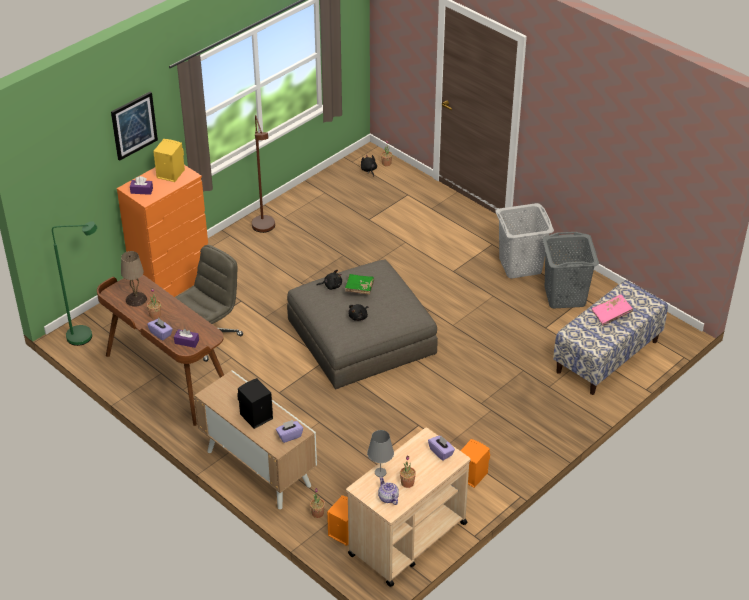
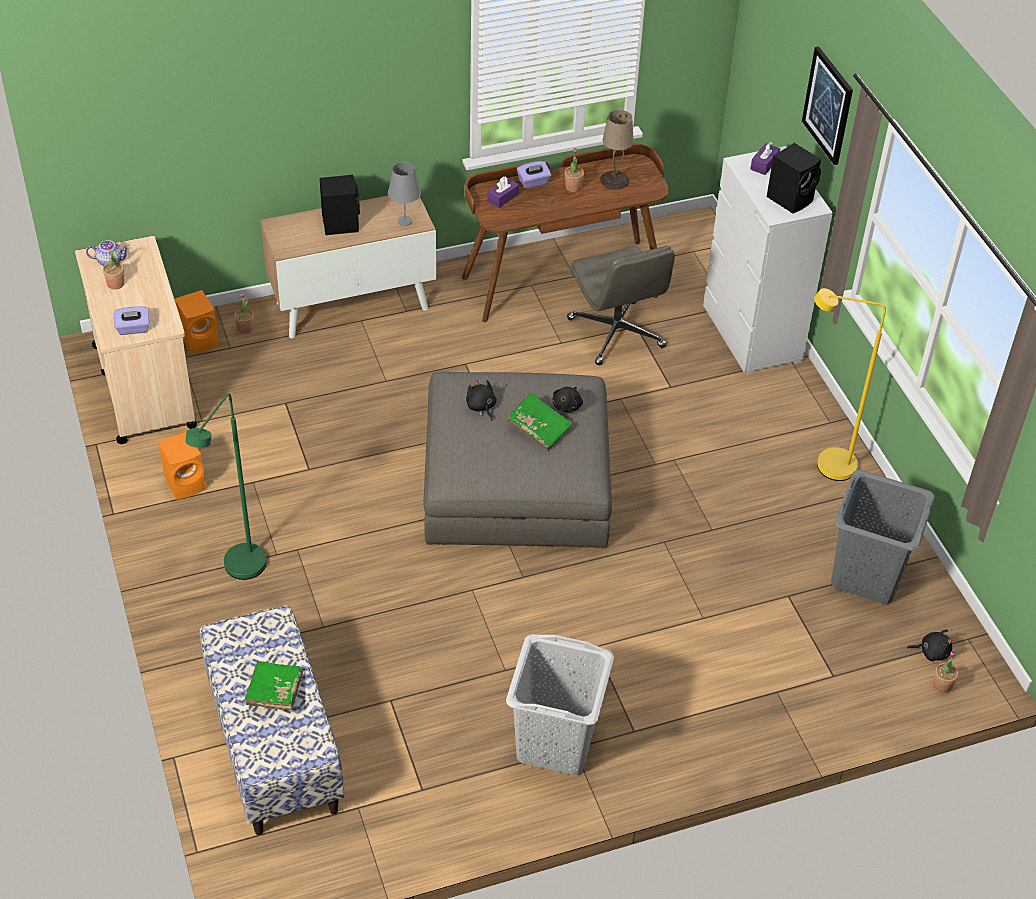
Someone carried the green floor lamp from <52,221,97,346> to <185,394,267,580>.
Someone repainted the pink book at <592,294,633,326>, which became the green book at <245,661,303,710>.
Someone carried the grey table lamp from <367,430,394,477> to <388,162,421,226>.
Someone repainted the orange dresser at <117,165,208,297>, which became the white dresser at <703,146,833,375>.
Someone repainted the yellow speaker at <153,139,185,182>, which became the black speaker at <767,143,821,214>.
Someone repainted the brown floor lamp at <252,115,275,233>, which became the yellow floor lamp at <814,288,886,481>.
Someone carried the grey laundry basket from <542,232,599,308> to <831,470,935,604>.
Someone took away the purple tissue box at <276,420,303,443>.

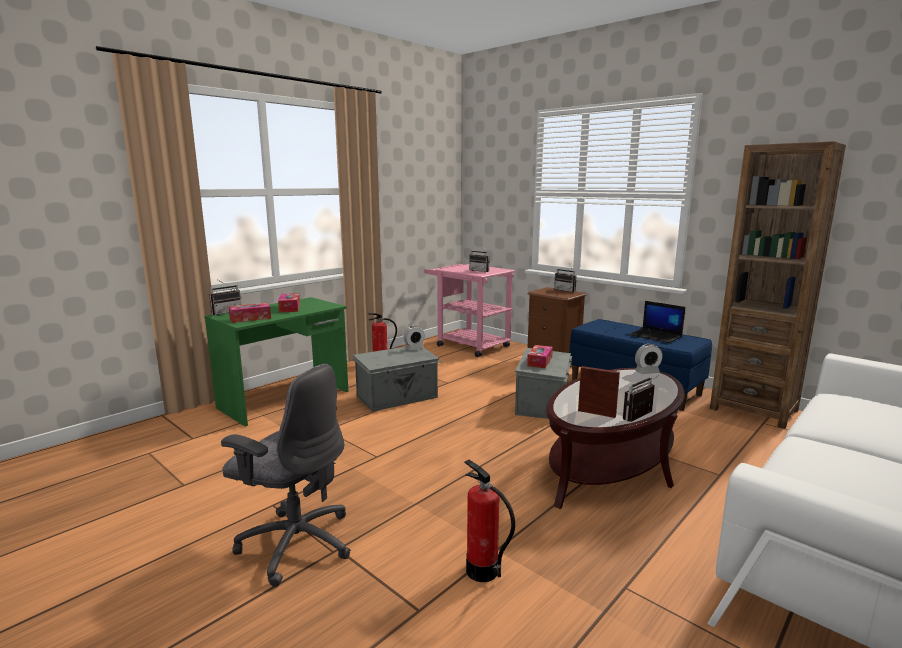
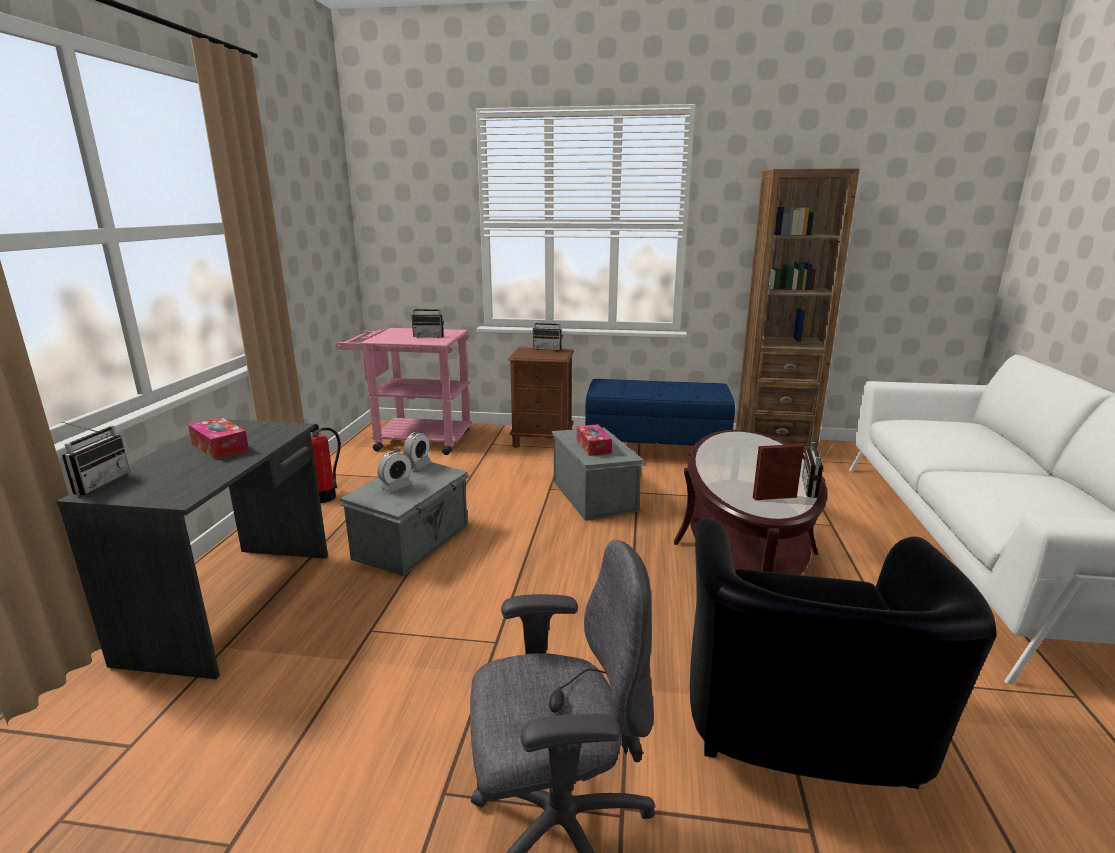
Someone repainted the green desk at <204,297,349,427>, which became the grey desk at <56,419,328,679>.
Someone carried the alarm clock from <635,344,662,374> to <377,451,412,492>.
Someone swapped the fire extinguisher at <464,459,515,582> for the black armchair at <690,518,997,789>.
Someone took away the tissue box at <229,303,271,323>.
Someone took away the laptop at <629,301,685,343>.

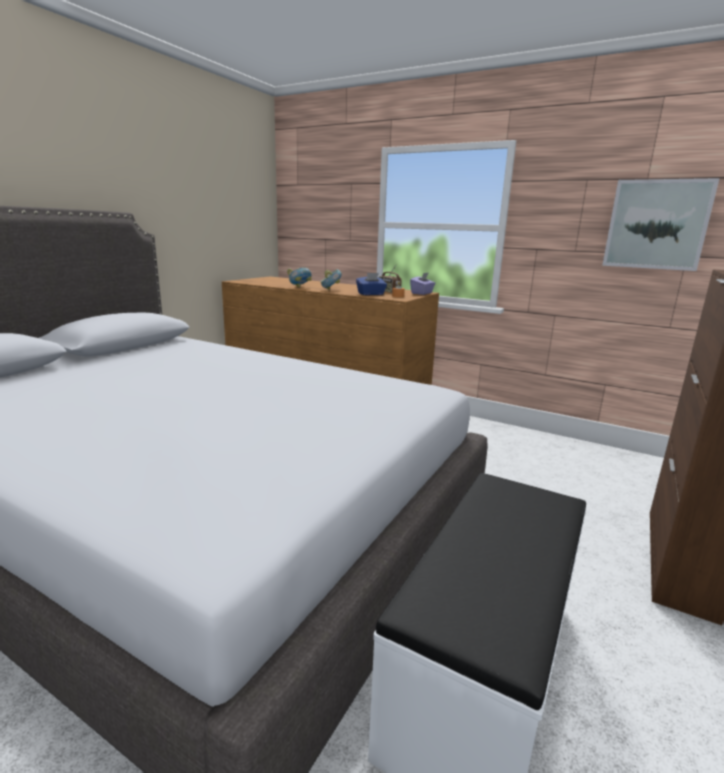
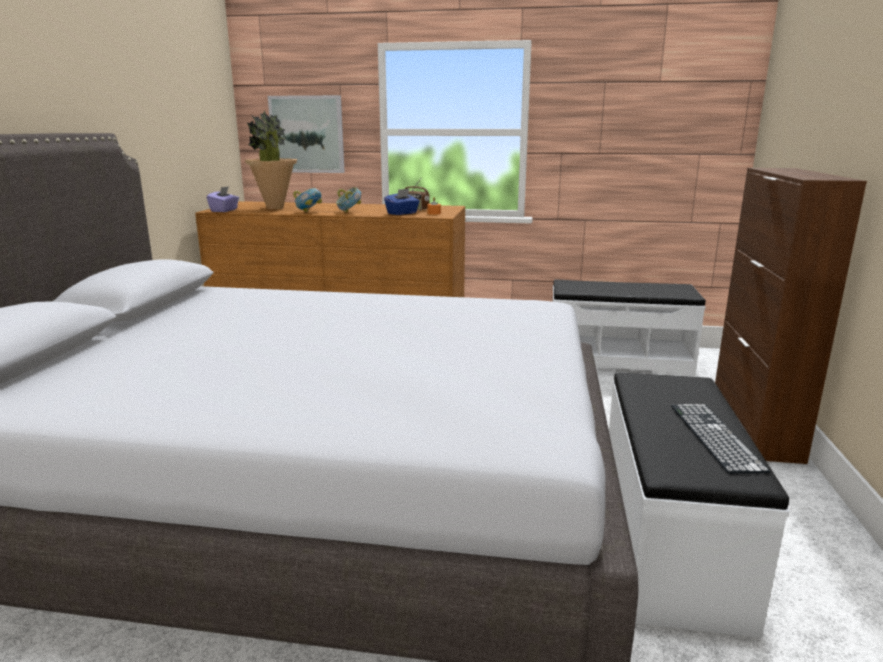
Someone carried the purple tissue box from <410,273,435,295> to <207,186,239,212>.
Someone put down the potted plant at <245,110,297,209>.
Someone carried the picture from <602,178,720,271> to <268,95,345,173>.
Someone put down the white bench at <553,279,706,377>.
Someone put down the keyboard at <671,404,771,473>.

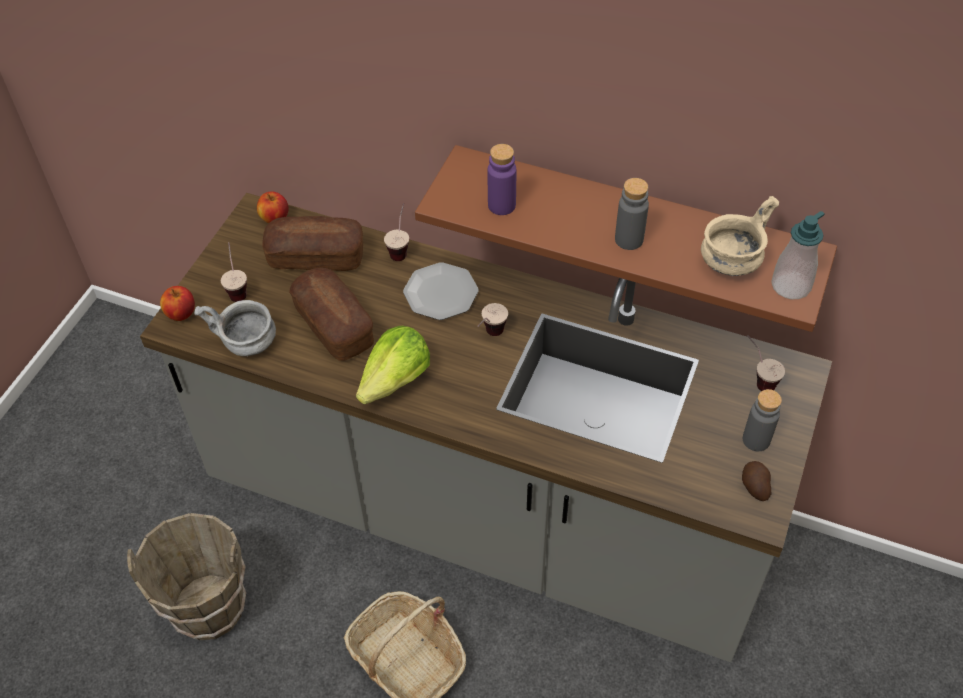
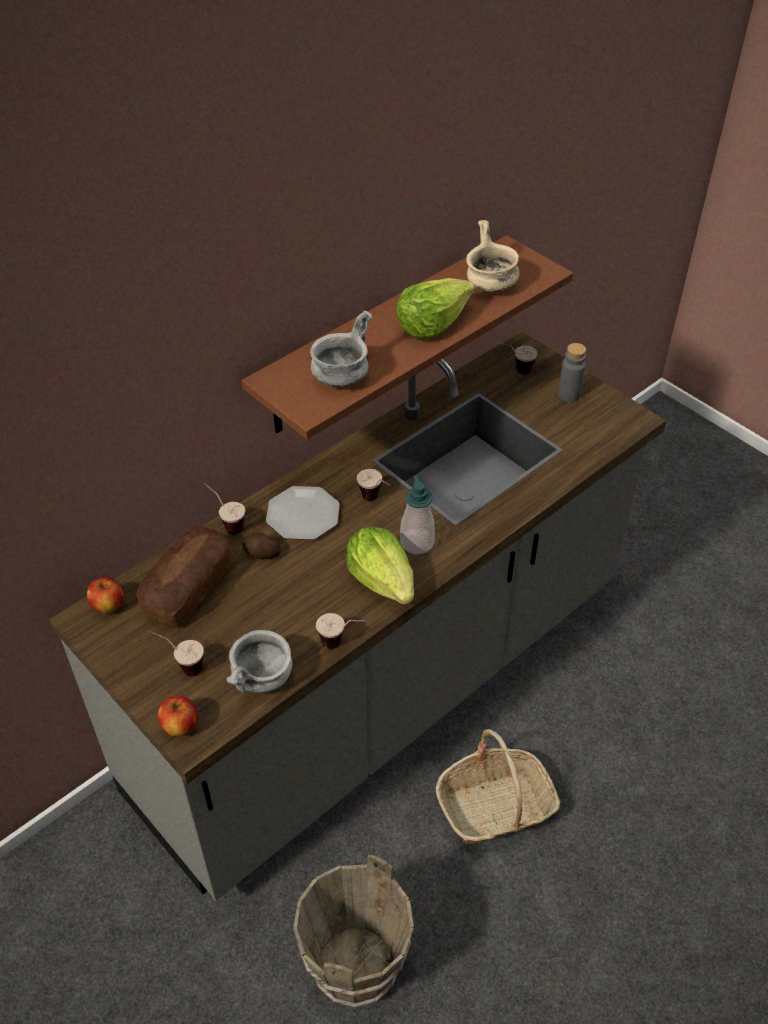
Someone carried the potato from <742,461,771,501> to <242,532,281,559>.
Someone swapped the purple bottle at <488,144,516,215> for the grey bowl at <310,311,372,387>.
Someone put down the cup at <316,613,367,649>.
Someone swapped the grey bottle at <615,178,649,250> for the lettuce at <396,278,475,339>.
Someone carried the soap dispenser from <771,211,825,300> to <400,475,435,554>.
Someone took away the bread at <289,268,374,361>.

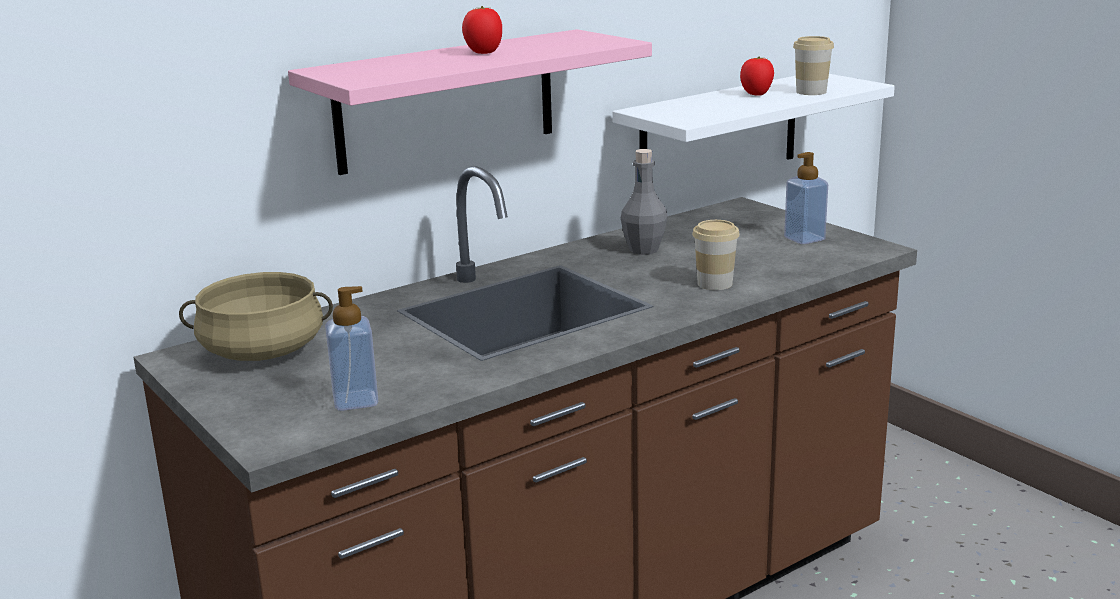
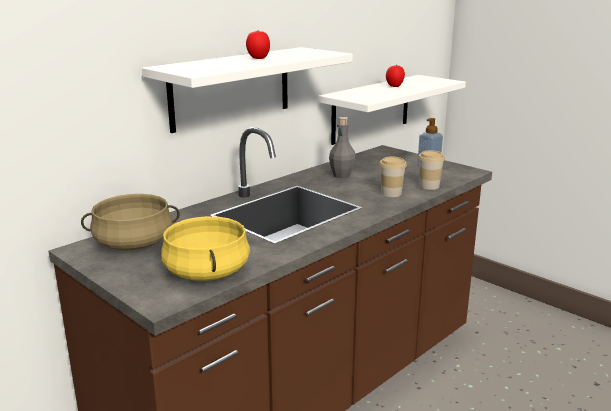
Someone repainted the pink shelf at <288,29,652,175>, which became the white shelf at <142,47,353,133>.
Someone swapped the soap dispenser at <325,286,379,411> for the yellow cooking pot at <161,216,250,281>.
Someone carried the cup from <793,36,834,95> to <418,150,445,190>.

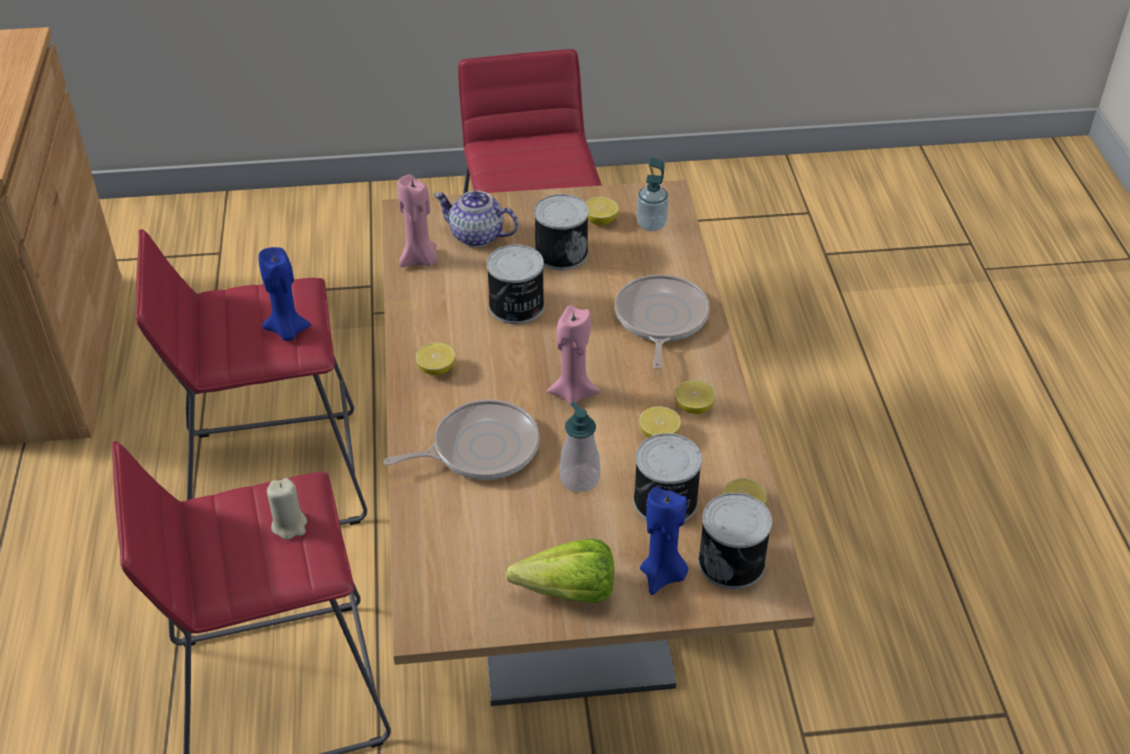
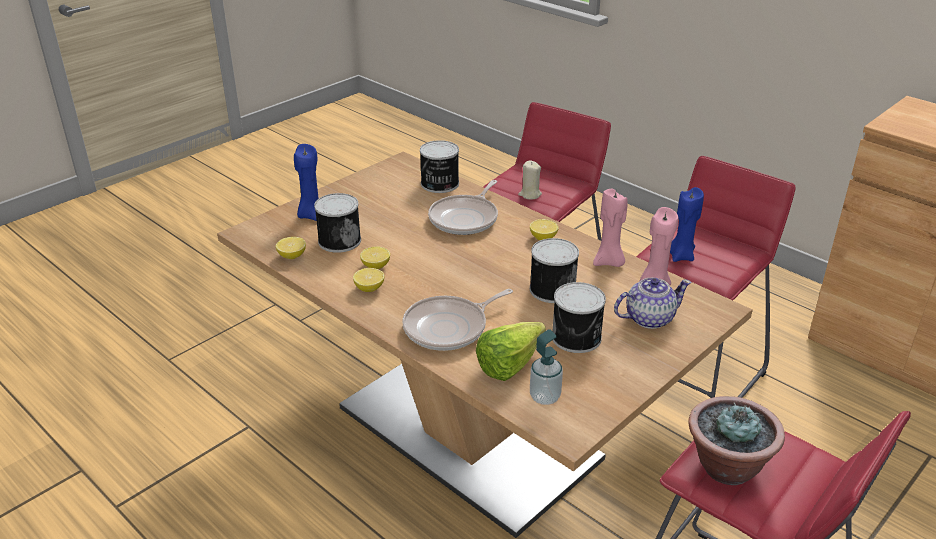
Someone rotated the frying pan at <615,275,710,369> by 90 degrees clockwise.
Someone carried the can from <698,493,772,589> to <420,140,459,193>.
Someone carried the lettuce from <506,539,614,603> to <476,322,546,381>.
Someone carried the pink candle from <547,305,600,406> to <593,188,628,267>.
Someone put down the potted plant at <688,396,785,485>.
Someone took away the soap dispenser at <560,402,600,492>.
Someone took away the lemon at <585,197,619,225>.

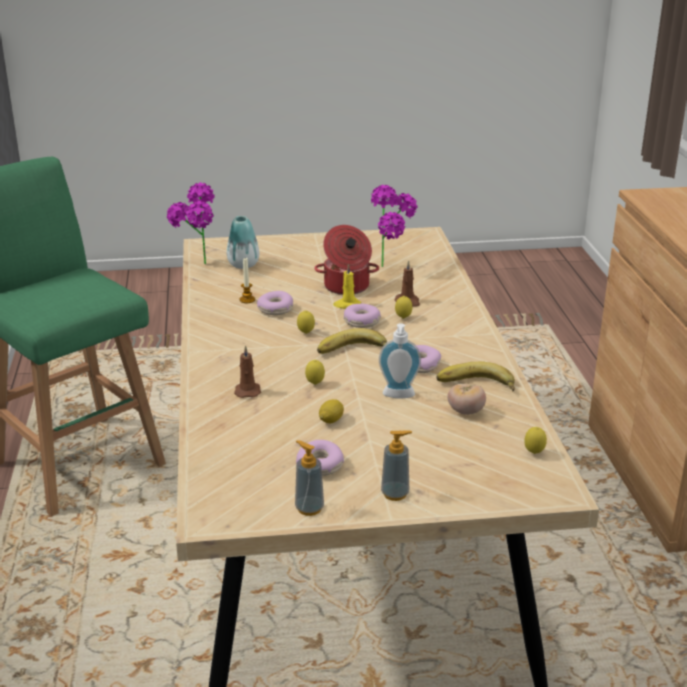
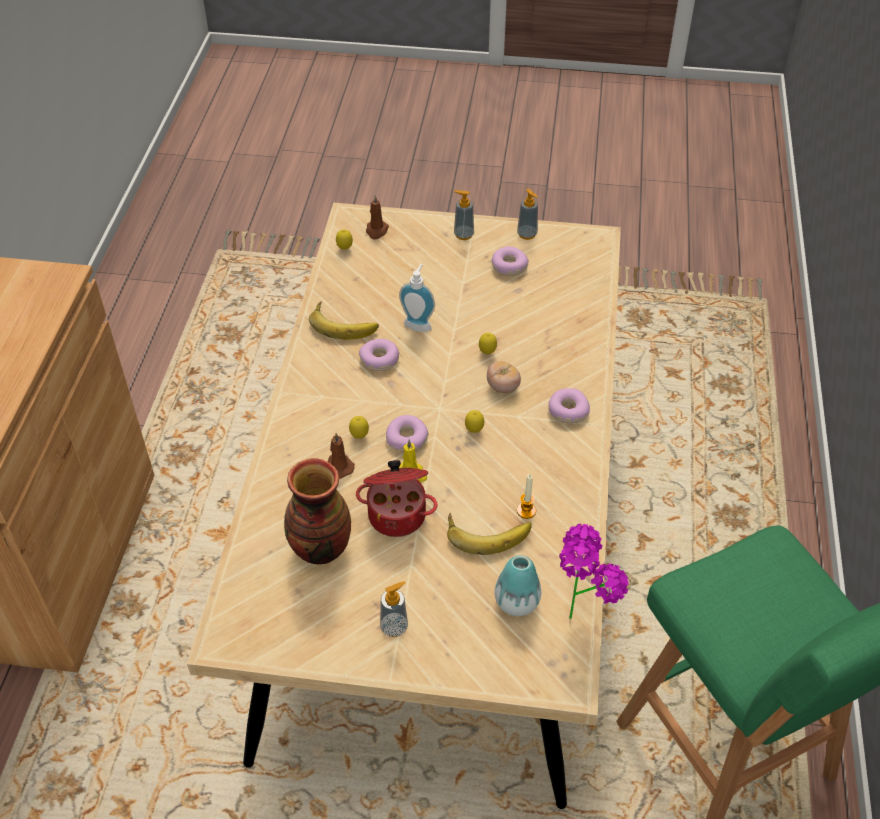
Someone swapped the potted plant at <371,185,418,267> for the vase at <284,458,351,564>.
Someone carried the brown candle from <234,345,261,398> to <366,195,389,239>.
Someone put down the soap dispenser at <380,581,408,637>.
Someone carried the banana from <317,328,387,354> to <447,513,532,555>.
Someone carried the tomato from <447,384,486,415> to <487,361,521,393>.
Someone carried the donut from <257,291,293,315> to <548,388,590,423>.
Someone took away the lemon at <319,399,344,423>.

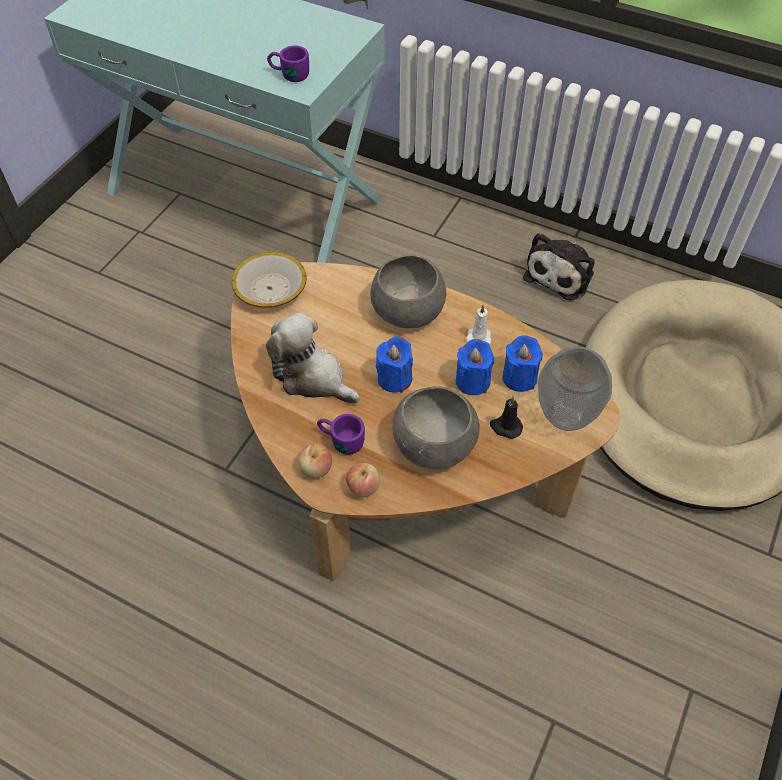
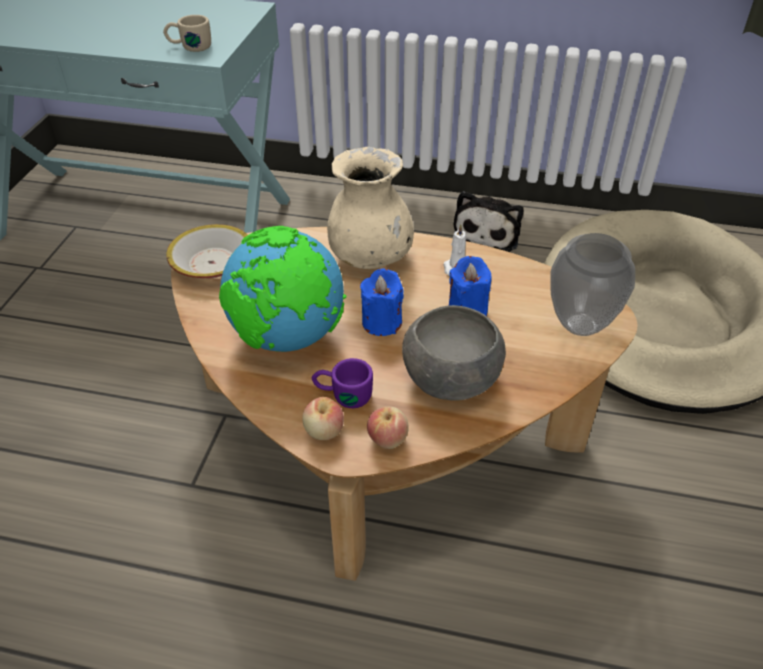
Someone repainted the purple mug at <267,46,309,82>, which became the beige mug at <163,15,211,52>.
Someone swapped the plush toy at <266,312,360,404> for the globe at <219,226,346,352>.
Someone swapped the grey bowl at <371,255,446,328> for the beige vase at <327,147,414,269>.
Someone took away the black candle at <490,396,523,439>.
Someone took away the blue candle at <502,335,543,392>.

